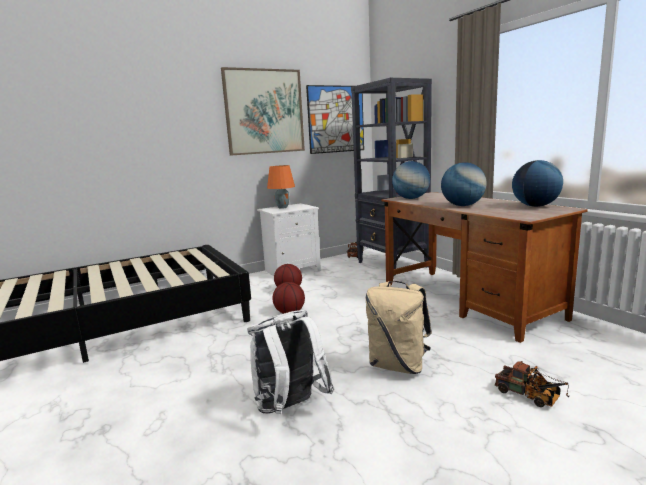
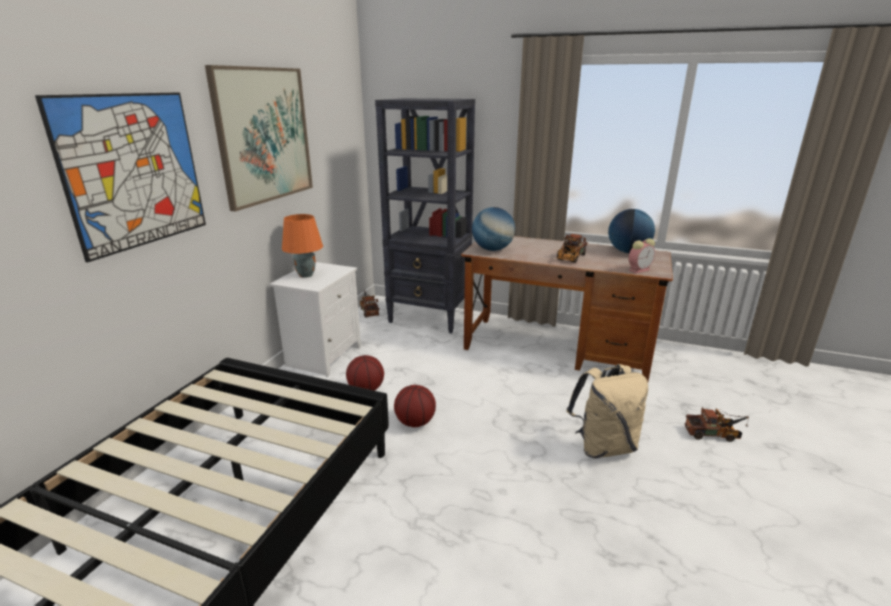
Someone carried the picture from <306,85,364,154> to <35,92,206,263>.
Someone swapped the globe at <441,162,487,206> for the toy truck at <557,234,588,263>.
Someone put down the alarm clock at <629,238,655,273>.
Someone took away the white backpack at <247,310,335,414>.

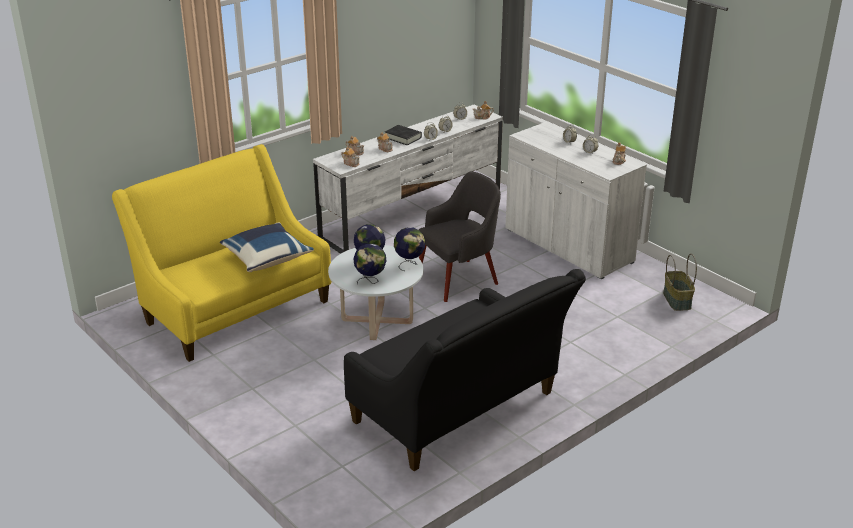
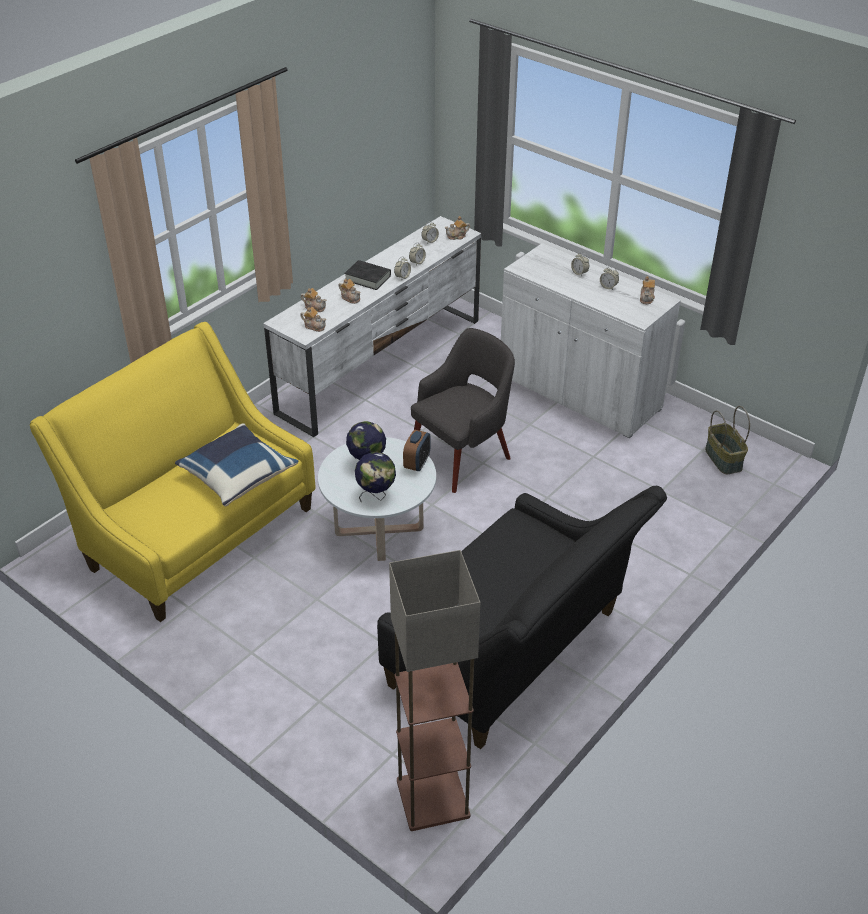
Someone put down the floor lamp at <389,550,480,831>.
Someone swapped the globe at <394,227,425,271> for the alarm clock at <403,430,430,472>.

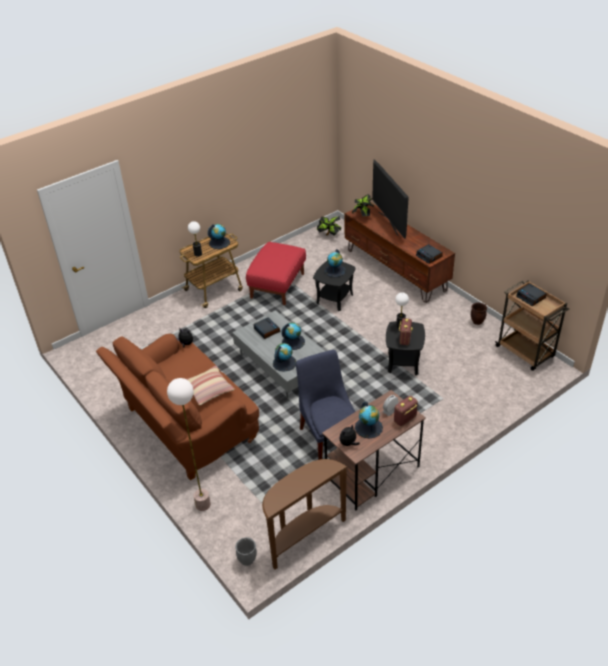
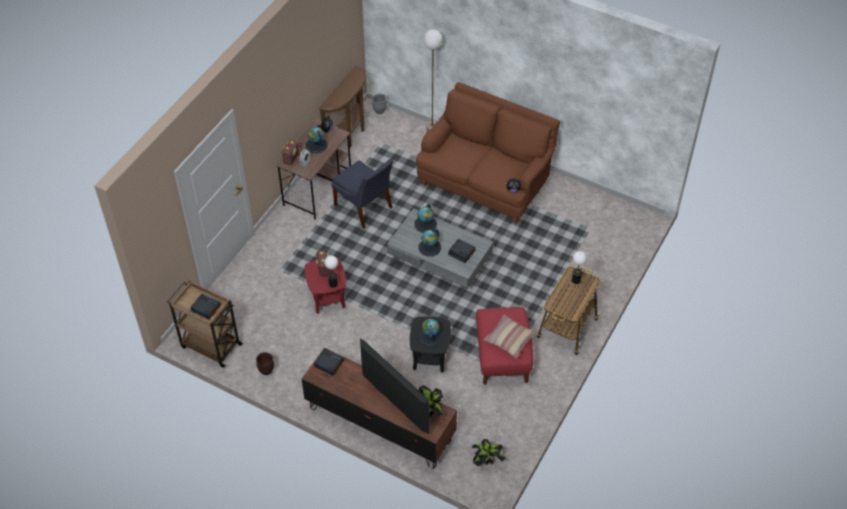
Someone repainted the black side table at <386,321,425,375>, which became the red side table at <305,257,346,314>.
Someone carried the pillow from <186,366,235,405> to <484,315,537,358>.
Someone took away the globe at <208,224,230,249>.

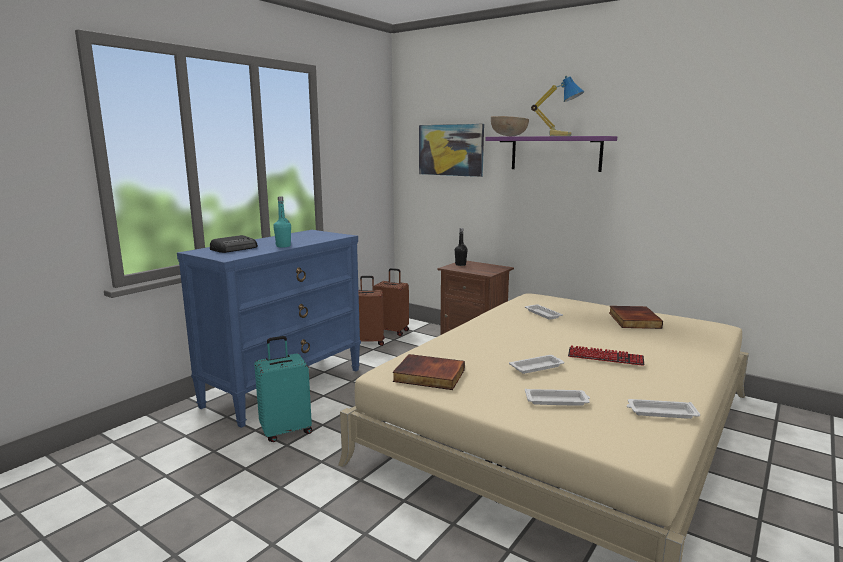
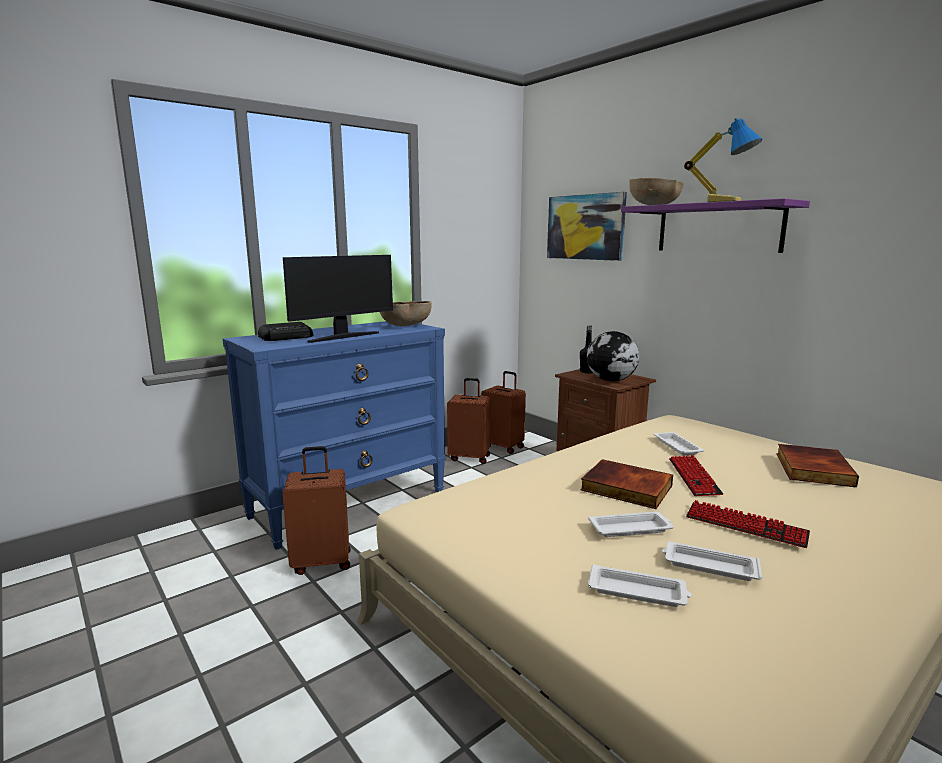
Someone repainted the turquoise suitcase at <254,336,312,442>, which became the brown suitcase at <282,446,351,575>.
Someone swapped the turquoise bottle at <273,197,291,248> for the monitor at <283,255,393,343>.
Someone put down the brown bowl at <380,301,432,326>.
Someone carried the book from <393,354,465,390> to <580,459,673,509>.
Someone put down the globe at <587,331,639,381>.
Someone carried the white tray from <627,399,700,419> to <662,542,762,581>.
Someone put down the keyboard at <669,455,723,496>.

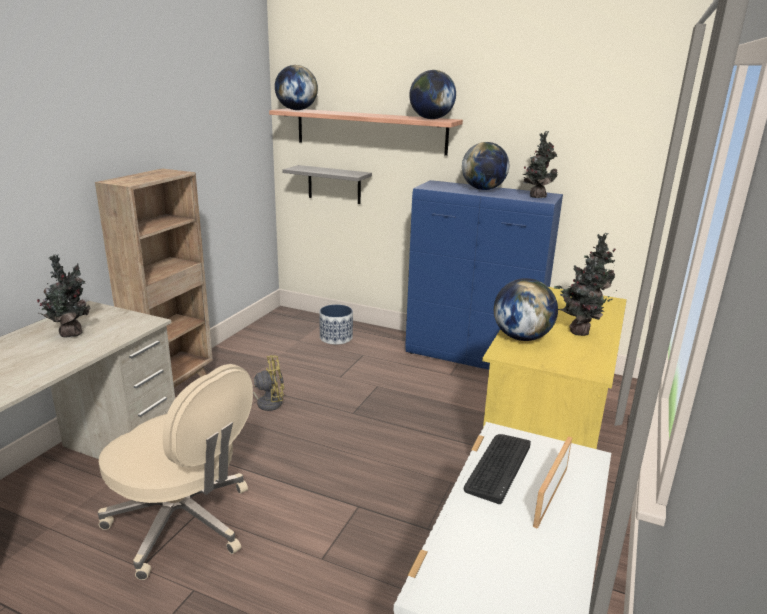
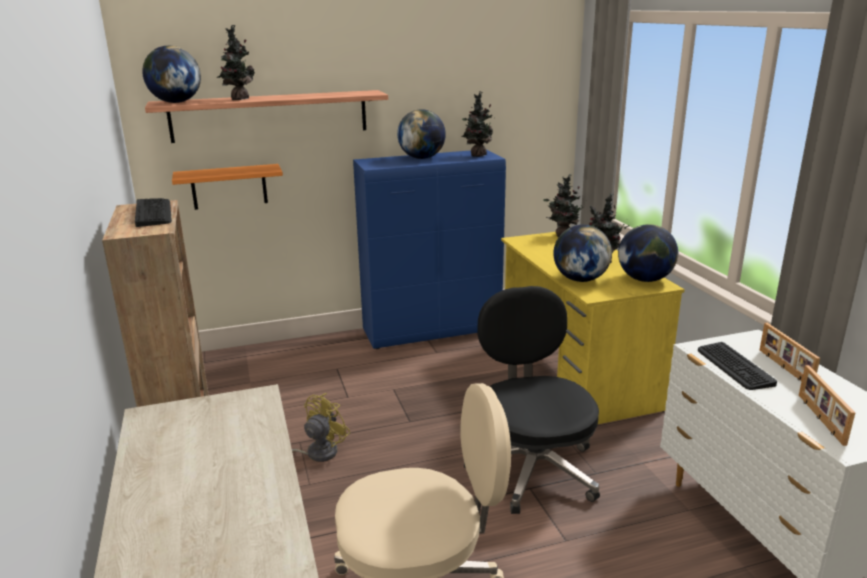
Someone put down the keyboard at <135,198,172,227>.
Someone repainted the grey shelf at <282,165,372,204>, which became the orange shelf at <172,164,283,210>.
Someone carried the potted plant from <37,254,90,338> to <217,25,255,100>.
Someone put down the black office chair at <464,286,600,514>.
Someone carried the globe from <409,70,456,119> to <618,224,678,282>.
Someone put down the picture frame at <799,365,855,446>.
Someone took away the planter at <319,304,353,345>.

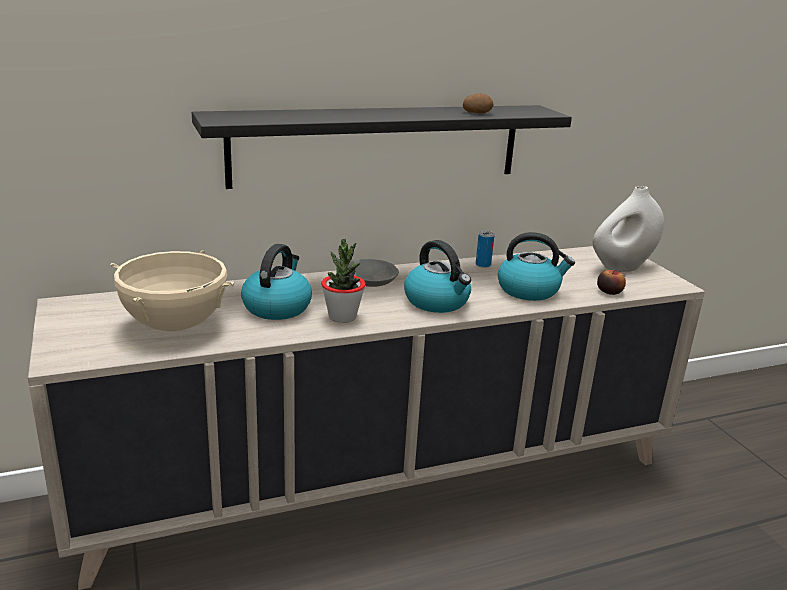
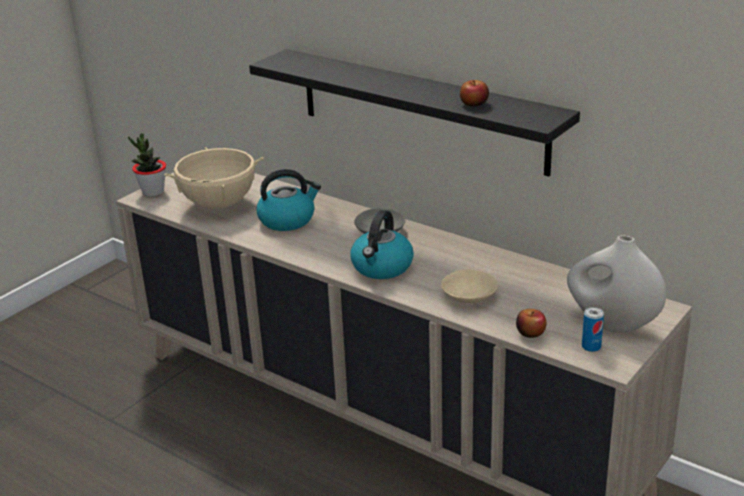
Someone carried the potted plant from <321,239,366,323> to <128,133,166,197>.
Someone swapped the kettle at <498,232,575,301> for the beige bowl at <441,269,499,303>.
Someone swapped the potato at <463,93,494,113> for the apple at <460,80,489,107>.
Someone carried the can from <476,231,494,268> to <582,307,604,352>.

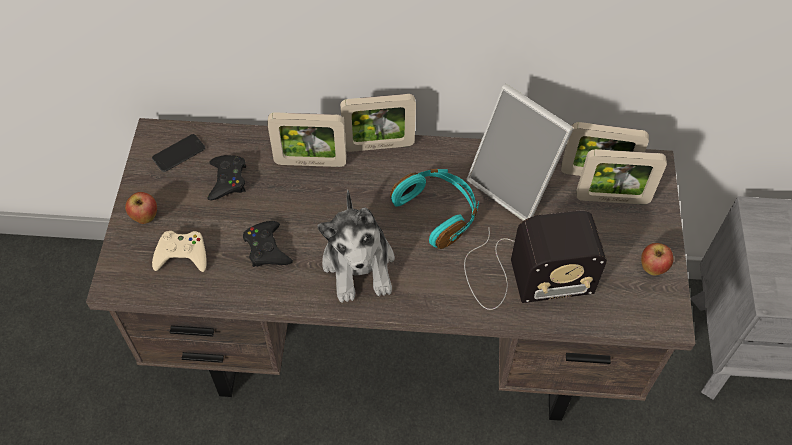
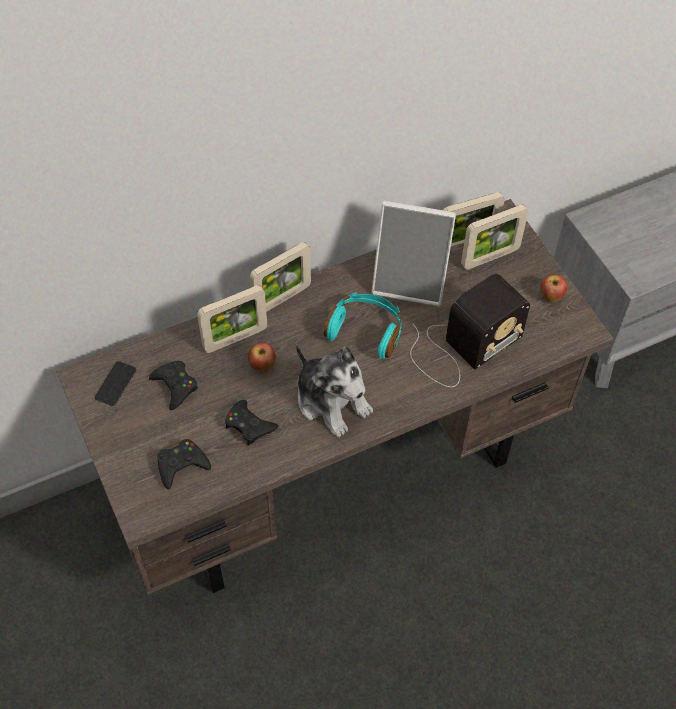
Someone repainted the beige game controller at <152,231,207,272>, which became the black game controller at <157,439,211,489>.
Someone carried the apple from <125,192,157,224> to <248,343,276,372>.

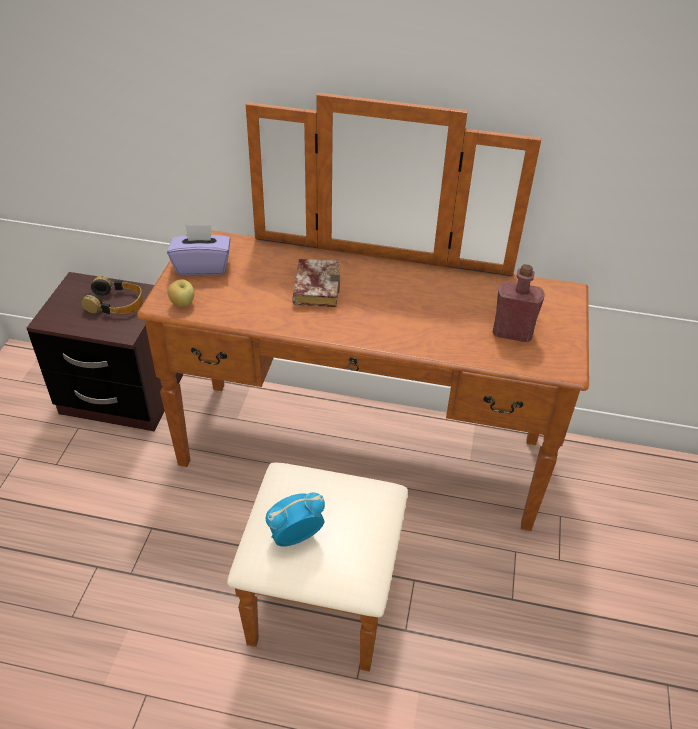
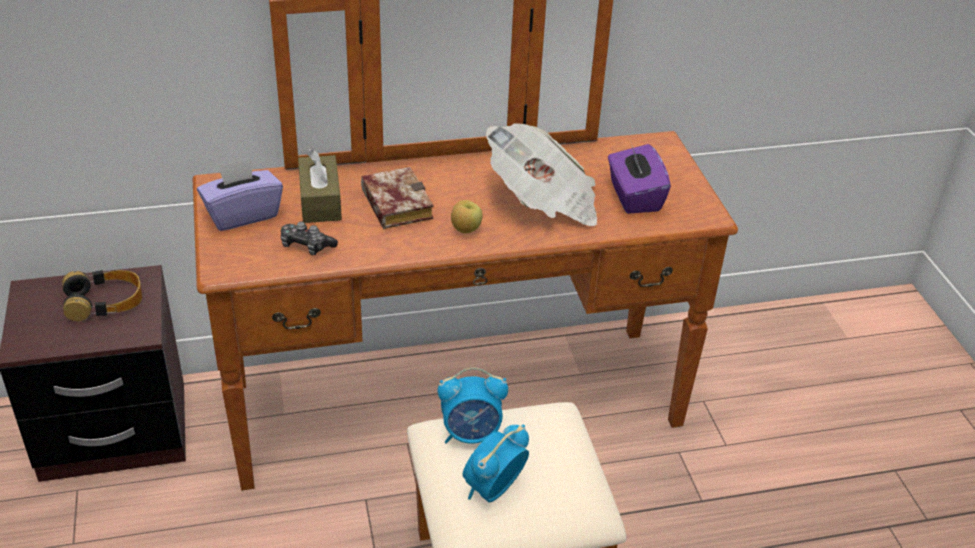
Someone put down the game controller at <281,222,338,255>.
Someone put down the brown tissue box at <298,149,342,223>.
Someone put down the alarm clock at <438,367,508,444>.
Someone carried the apple from <167,279,194,307> to <451,200,482,233>.
Someone put down the newspaper at <486,123,597,226>.
Someone swapped the red bottle at <493,264,545,342> for the purple tissue box at <608,143,671,214>.

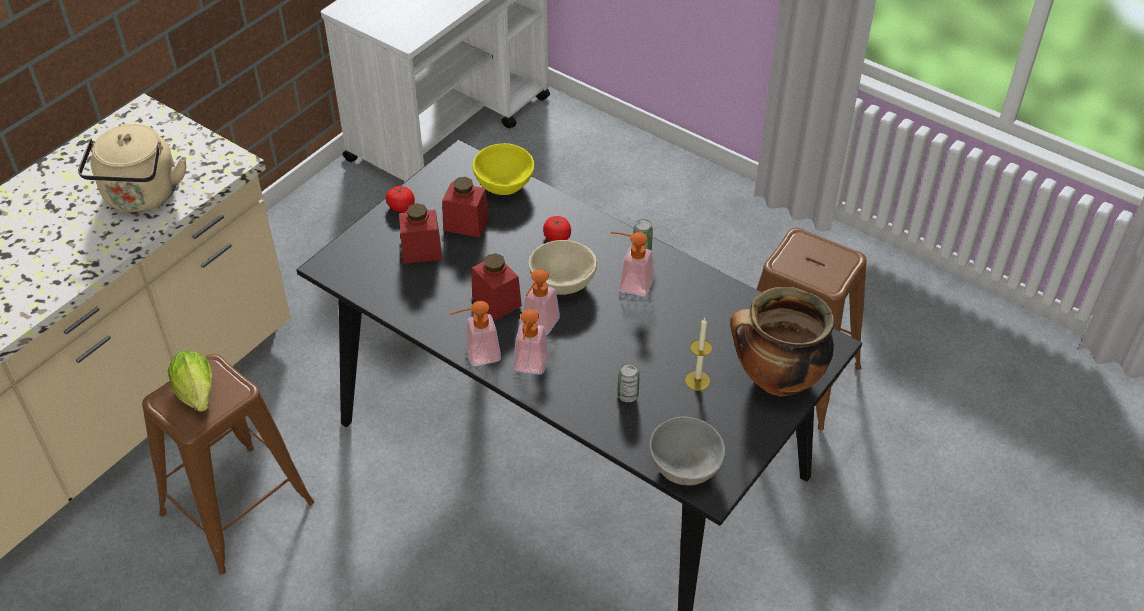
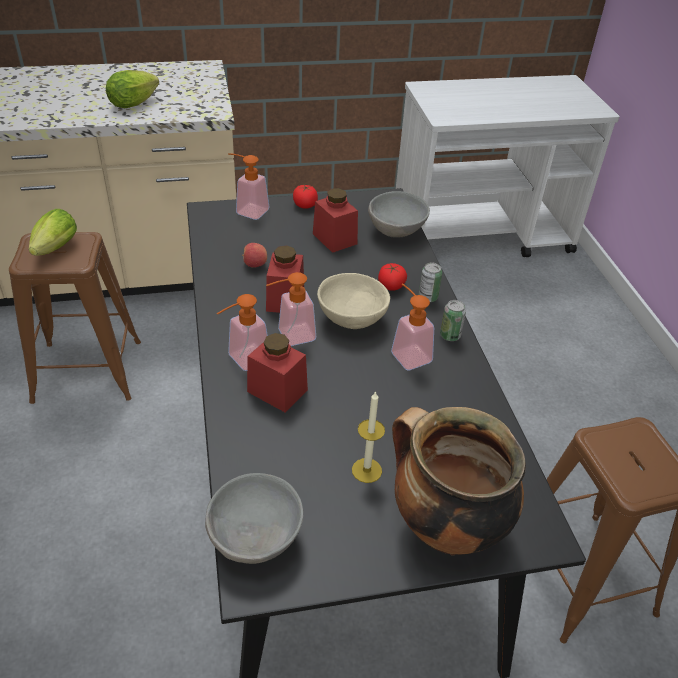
Someone swapped the beige kettle at <78,124,186,213> for the lettuce at <106,70,159,108>.
Someone carried the soap dispenser from <450,301,501,366> to <228,153,269,220>.
Someone put down the apple at <242,243,267,268>.
Someone carried the red jar from <399,203,442,264> to <247,333,308,412>.
Someone repainted the yellow bowl at <472,143,534,195>, which became the grey bowl at <368,191,430,237>.
Someone carried the can from <617,363,640,402> to <419,263,442,302>.

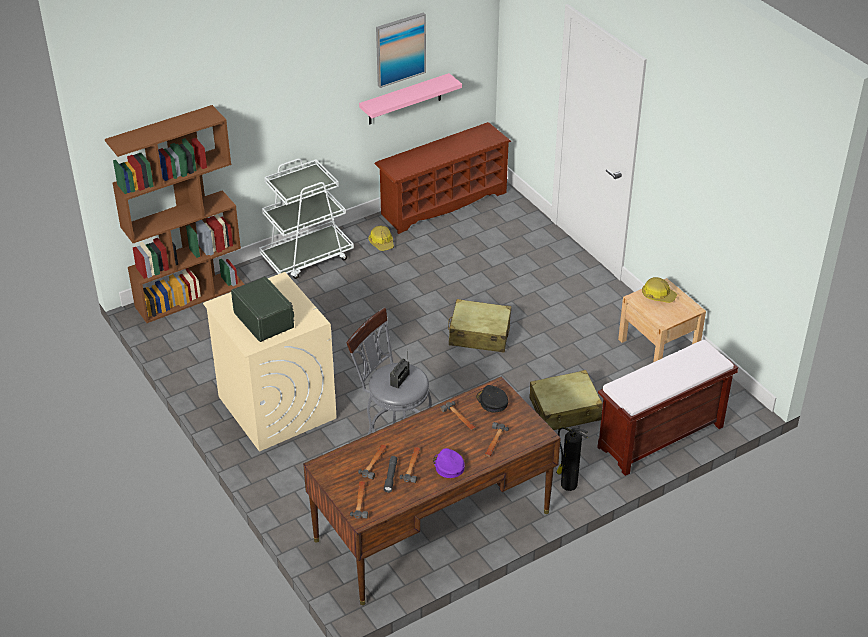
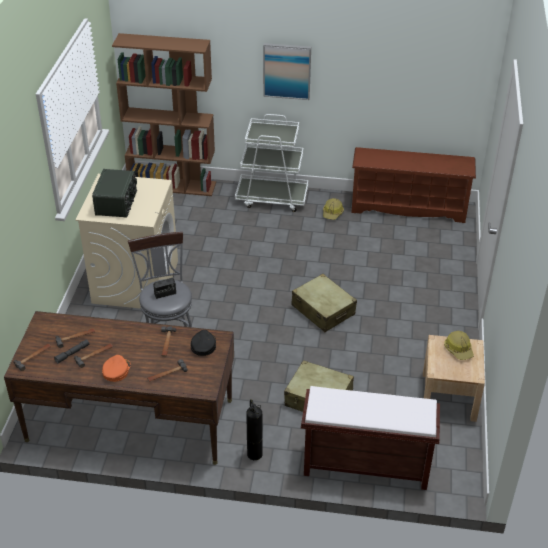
Someone repainted the purple cap at <433,448,465,478>, which became the orange cap at <102,355,131,382>.
Someone carried the picture from <376,12,426,88> to <263,43,311,100>.
Someone took away the pink shelf at <359,73,462,124>.

